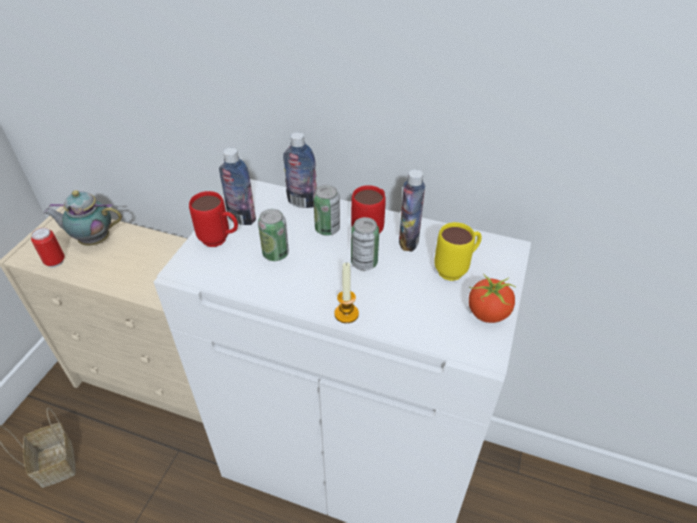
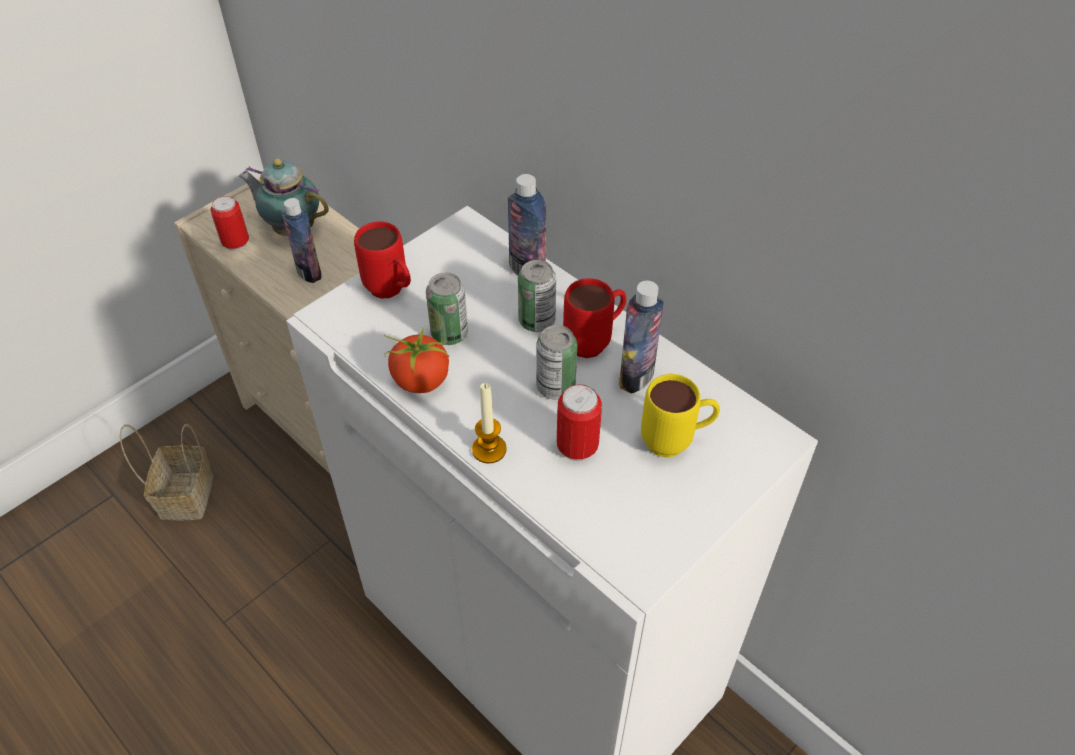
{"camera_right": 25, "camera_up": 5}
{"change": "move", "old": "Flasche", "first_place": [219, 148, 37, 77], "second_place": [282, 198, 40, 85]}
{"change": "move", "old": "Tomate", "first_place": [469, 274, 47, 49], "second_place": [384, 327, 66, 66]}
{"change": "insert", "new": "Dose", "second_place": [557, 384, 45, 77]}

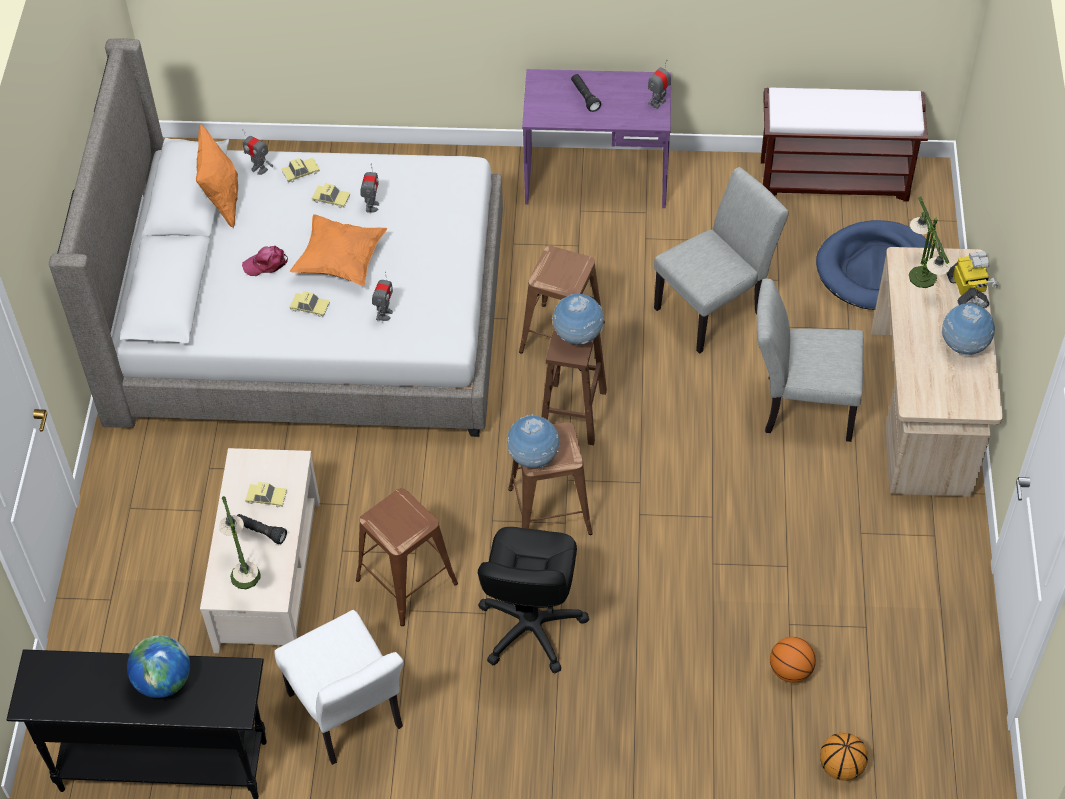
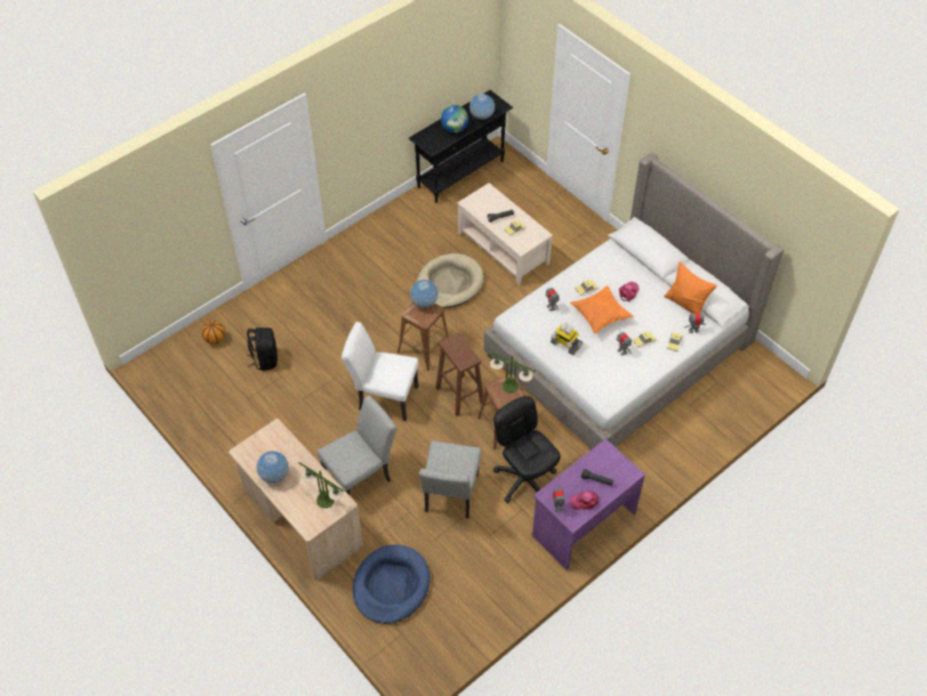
{"camera_right": 135, "camera_up": 0}
{"change": "delete", "old": "Bank (braun)", "first_place": [761, 88, 167, 113]}
{"change": "move", "old": "Spielzeugroboter", "first_place": [946, 251, 52, 57], "second_place": [550, 323, 32, 32]}
{"change": "move", "old": "Globus", "first_place": [552, 294, 52, 51], "second_place": [470, 94, 25, 26]}
{"change": "replace", "old": "Hocker (braun)", "new": "Hundebett (beige)", "first_place": [356, 488, 102, 138], "second_place": [416, 253, 68, 55]}
{"change": "move", "old": "Tischlampe", "first_place": [219, 496, 41, 93], "second_place": [488, 351, 48, 42]}
{"change": "move", "old": "Bürostuhl (schwarz)", "first_place": [478, 527, 111, 146], "second_place": [493, 396, 67, 107]}
{"change": "move", "old": "Stuhl (weiß)", "first_place": [275, 610, 128, 155], "second_place": [341, 322, 77, 99]}
{"change": "replace", "old": "Basketball", "new": "Rucksack (schwarz)", "first_place": [770, 637, 46, 46], "second_place": [247, 328, 31, 43]}
{"change": "insert", "new": "Kappe (rosa)", "second_place": [569, 491, 30, 19]}

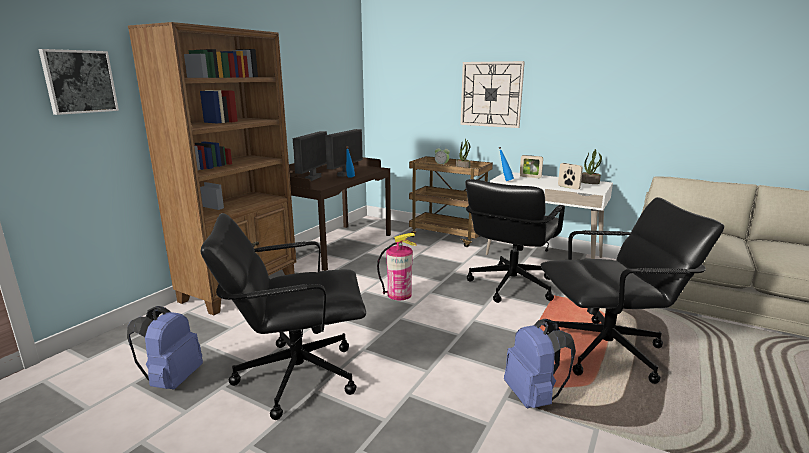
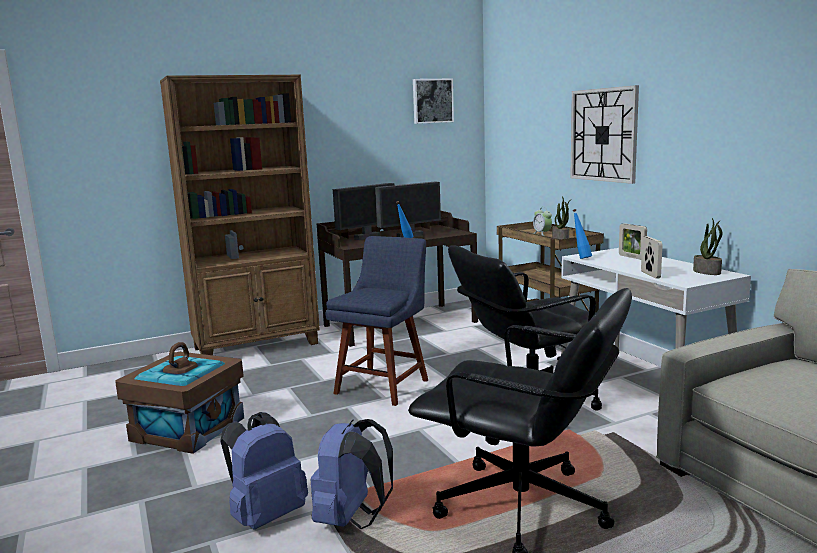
{"camera_right": 35, "camera_up": -5}
{"change": "move", "old": "Bild", "first_place": [39, 49, 80, 66], "second_place": [413, 78, 41, 46]}
{"change": "replace", "old": "Bürostuhl (schwarz)", "new": "Aufbewahrungsbox (braun)", "first_place": [201, 213, 165, 207], "second_place": [115, 342, 129, 112]}
{"change": "replace", "old": "Feuerlöscher", "new": "Stuhl (blau)", "first_place": [377, 233, 40, 67], "second_place": [325, 236, 103, 170]}
{"change": "move", "old": "Rucksack (blau)", "first_place": [127, 306, 76, 84], "second_place": [220, 412, 88, 118]}

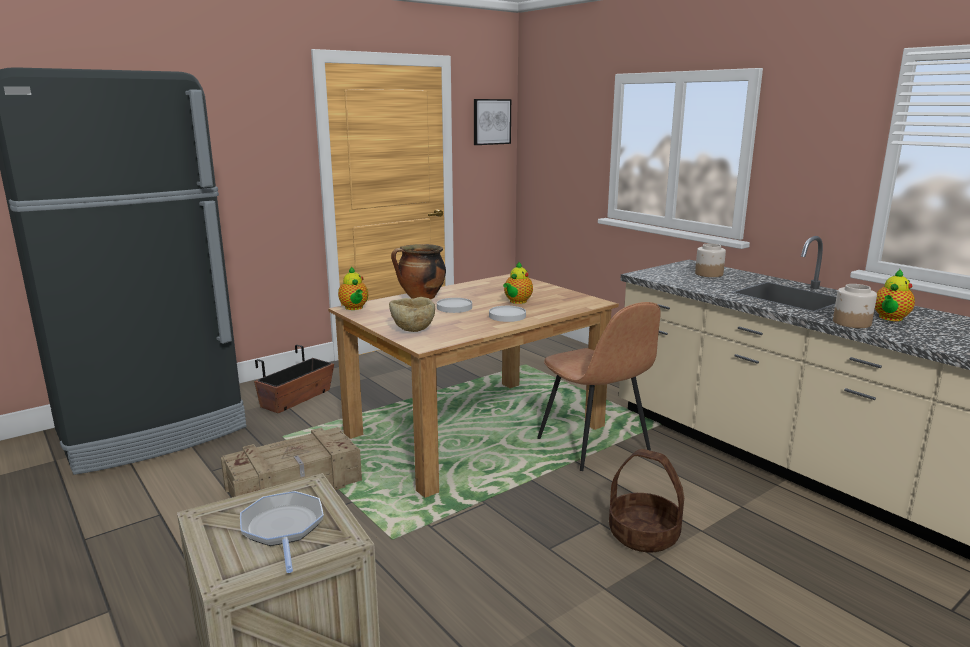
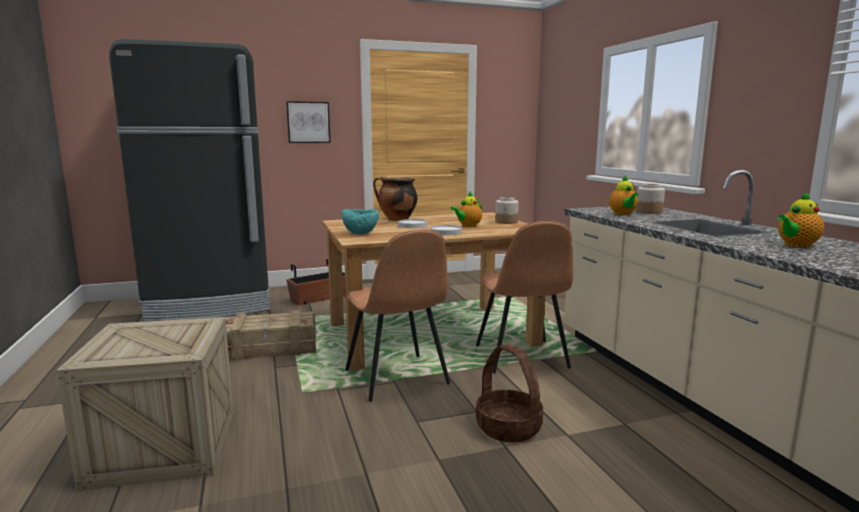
{"camera_right": 20, "camera_up": -5}
{"change": "move", "old": "Bild", "first_place": [474, 99, 37, 46], "second_place": [286, 101, 44, 42]}
{"change": "move", "old": "Teekanne", "first_place": [338, 267, 30, 43], "second_place": [609, 175, 30, 40]}
{"change": "move", "old": "Vorratsglas", "first_place": [833, 284, 44, 44], "second_place": [495, 197, 24, 27]}
{"change": "recolor", "old": "Schüssel (beige)", "new": "Schüssel (türkis)", "first_place": [389, 297, 46, 35], "second_place": [341, 209, 38, 26]}
{"change": "delete", "old": "Pfanne", "first_place": [240, 491, 84, 82]}
{"change": "insert", "new": "Stuhl (braun)", "second_place": [345, 230, 105, 172]}

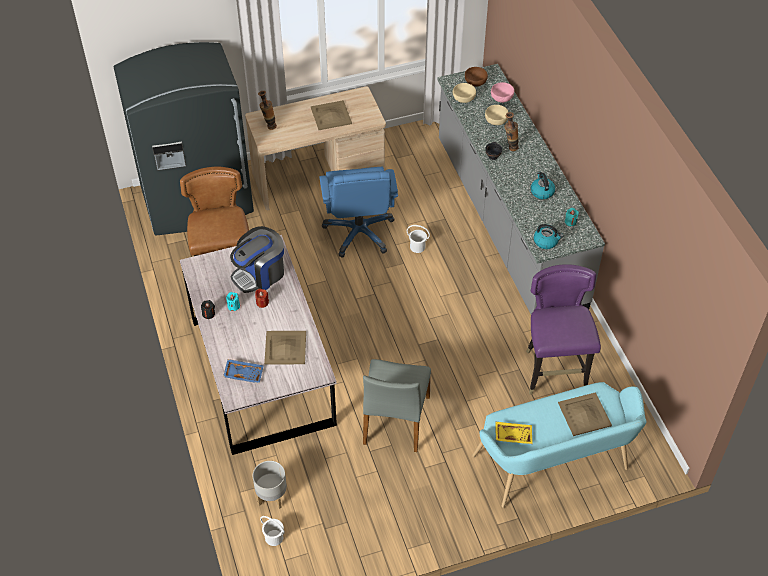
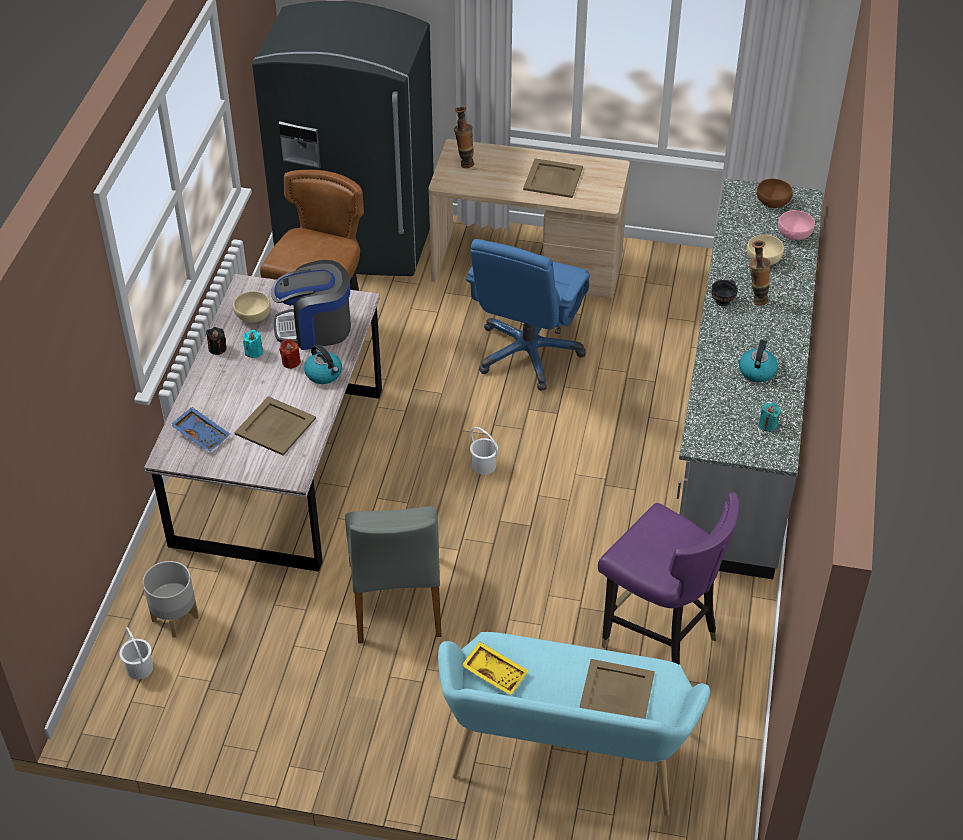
{"camera_right": 30, "camera_up": -5}
{"change": "move", "old": "Schüssel (beige)", "first_place": [453, 83, 23, 20], "second_place": [233, 291, 38, 32]}
{"change": "move", "old": "Wasserkessel", "first_place": [533, 224, 30, 25], "second_place": [304, 344, 38, 40]}
{"change": "move", "old": "Eimer (weiß)", "first_place": [407, 225, 23, 28], "second_place": [470, 427, 28, 48]}
{"change": "rotate", "old": "Stuhl (lila)", "first_place": [526, 264, 75, 131], "second_place": [598, 492, 141, 172], "degrees": 105}
{"change": "rotate", "old": "Stuhl (grau)", "first_place": [363, 359, 68, 93], "second_place": [345, 506, 97, 137], "degrees": -45}

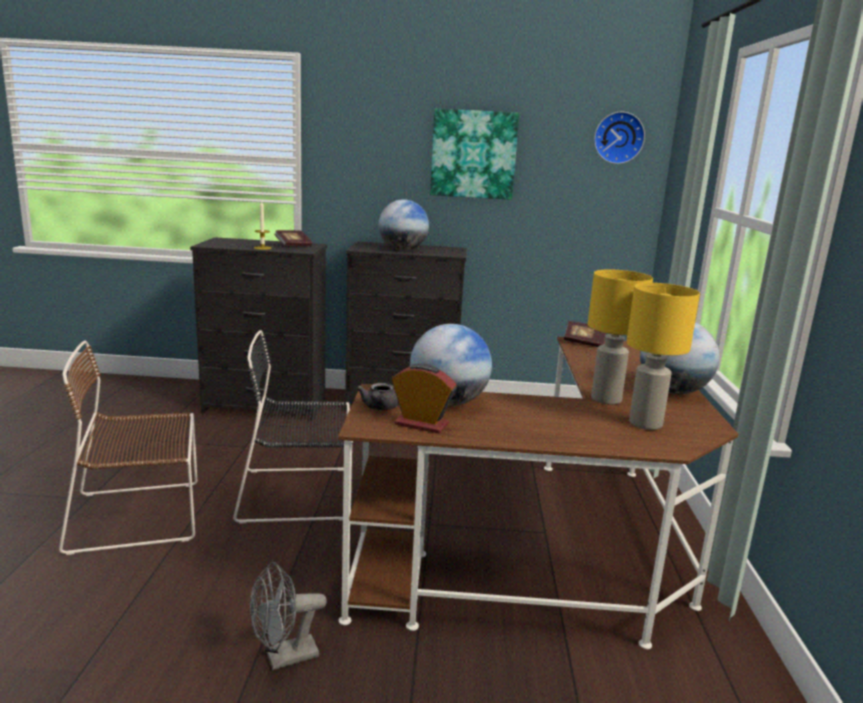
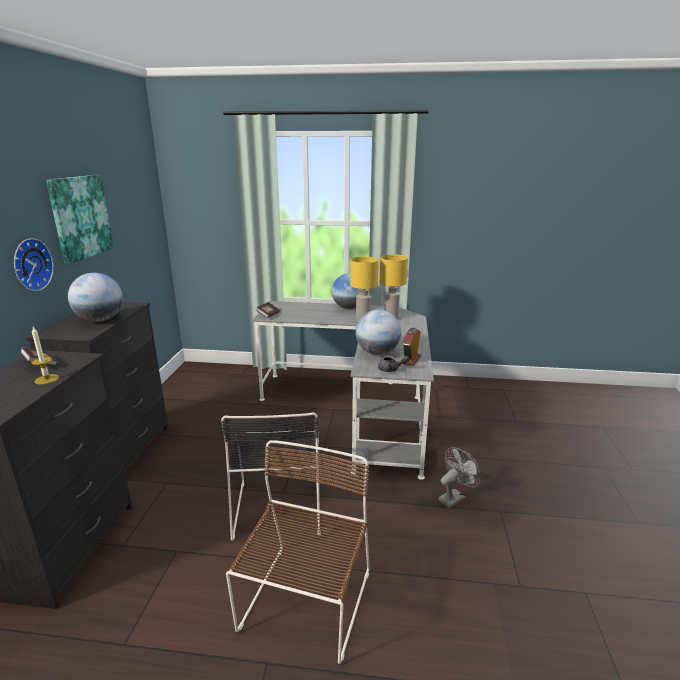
{"camera_right": -85, "camera_up": 5}
{"change": "move", "old": "Wanduhr", "first_place": [594, 112, 51, 52], "second_place": [14, 238, 40, 53]}
{"change": "recolor", "old": "Schreibtisch (braun)", "new": "Schreibtisch (grau)", "first_place": [338, 337, 400, 312], "second_place": [252, 301, 182, 179]}
{"change": "rotate", "old": "Stuhl (braun)", "first_place": [59, 341, 138, 214], "second_place": [226, 440, 144, 224], "degrees": -150}
{"change": "rotate", "old": "Ventilator (grau)", "first_place": [250, 562, 77, 108], "second_place": [438, 447, 43, 61], "degrees": -105}

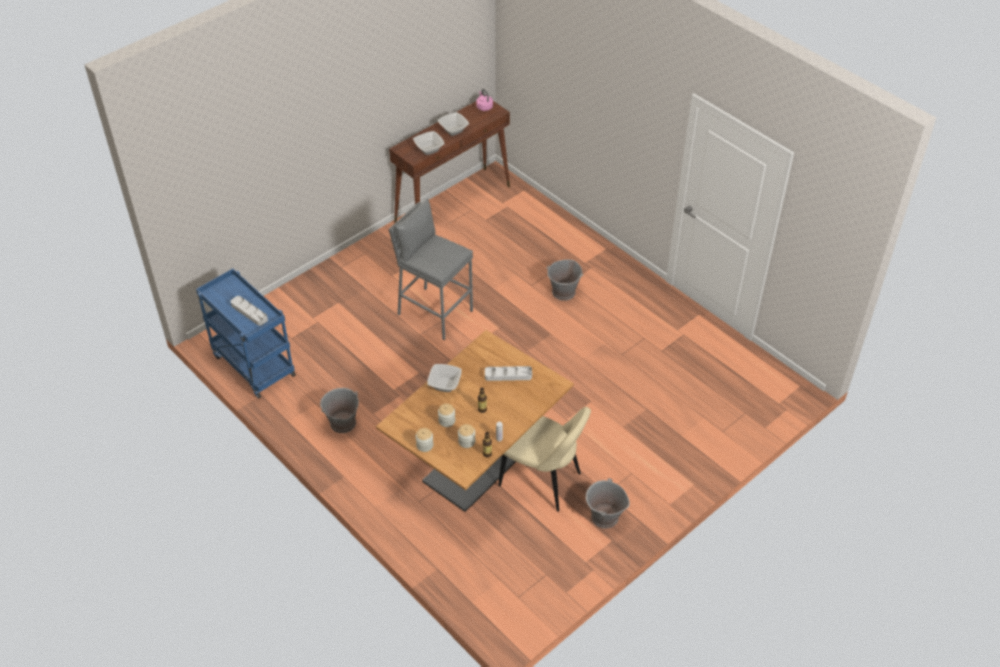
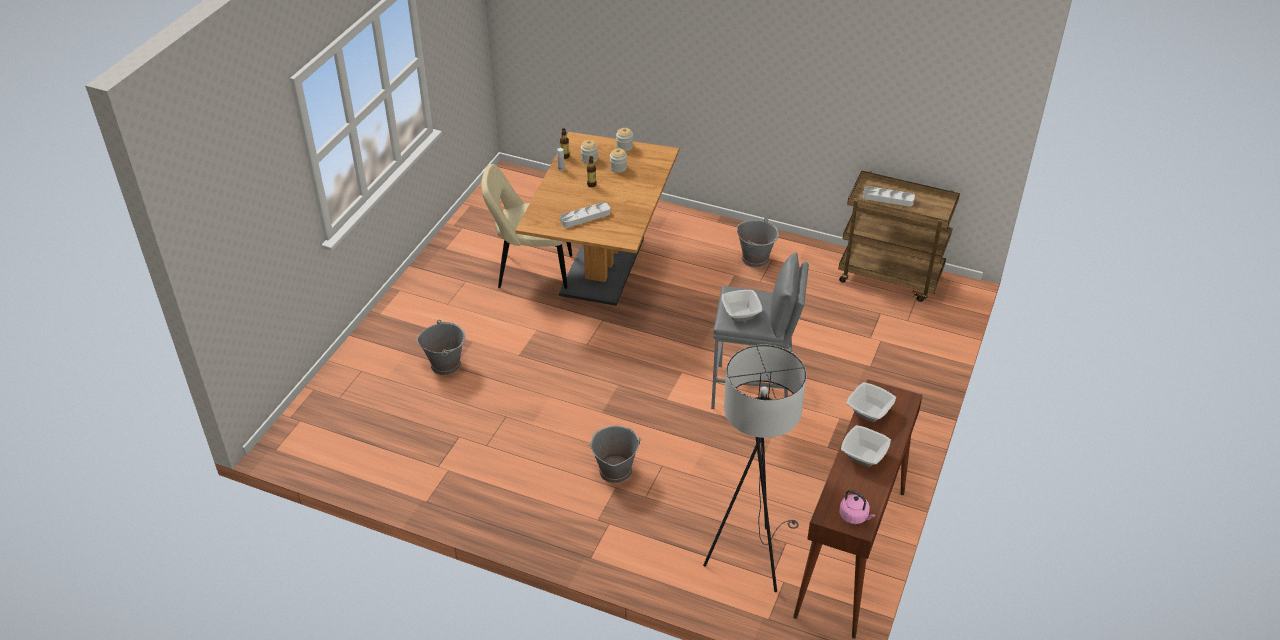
{"camera_right": 155, "camera_up": -5}
{"change": "recolor", "old": "Rollwagen (blau)", "new": "Rollwagen (braun)", "first_place": [196, 268, 100, 131], "second_place": [838, 171, 122, 131]}
{"change": "move", "old": "Schüssel", "first_place": [427, 364, 34, 28], "second_place": [722, 290, 40, 31]}
{"change": "move", "old": "Eimer (grau)", "first_place": [586, 478, 44, 51], "second_place": [417, 320, 49, 55]}
{"change": "insert", "new": "Stehlampe (grau)", "second_place": [703, 345, 104, 247]}

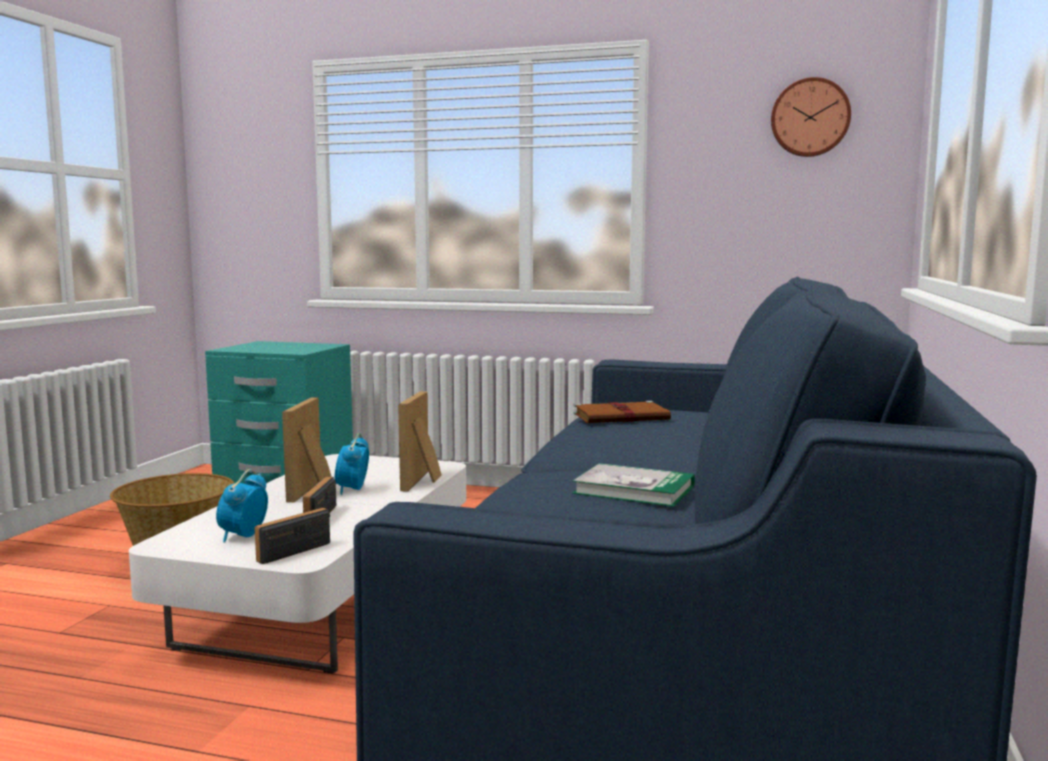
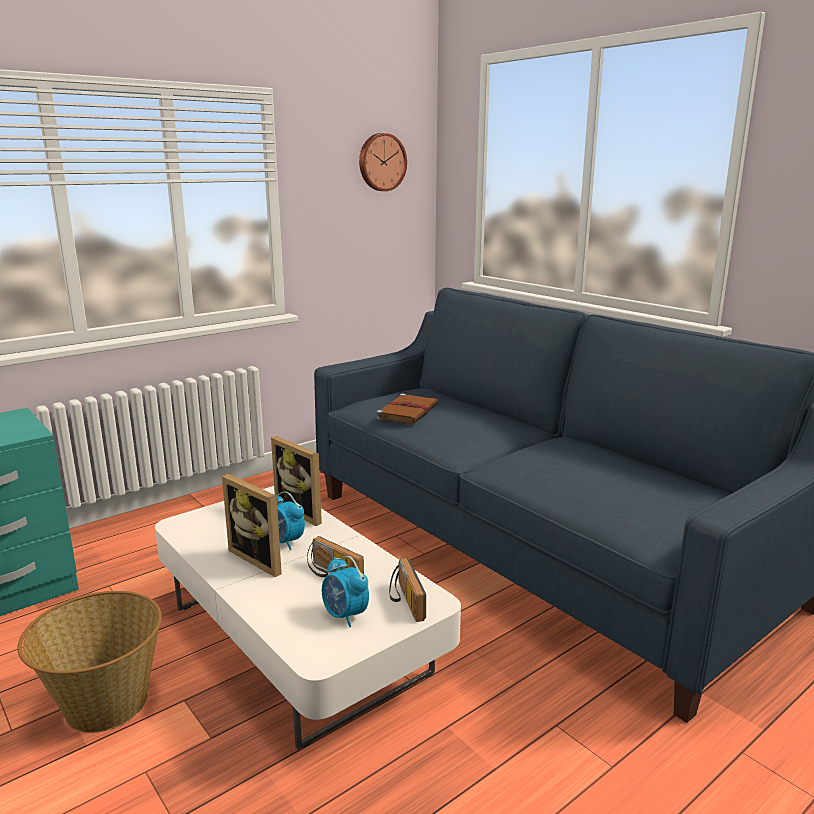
{"camera_right": -55, "camera_up": 10}
{"change": "delete", "old": "Buch", "first_place": [572, 463, 123, 44]}

